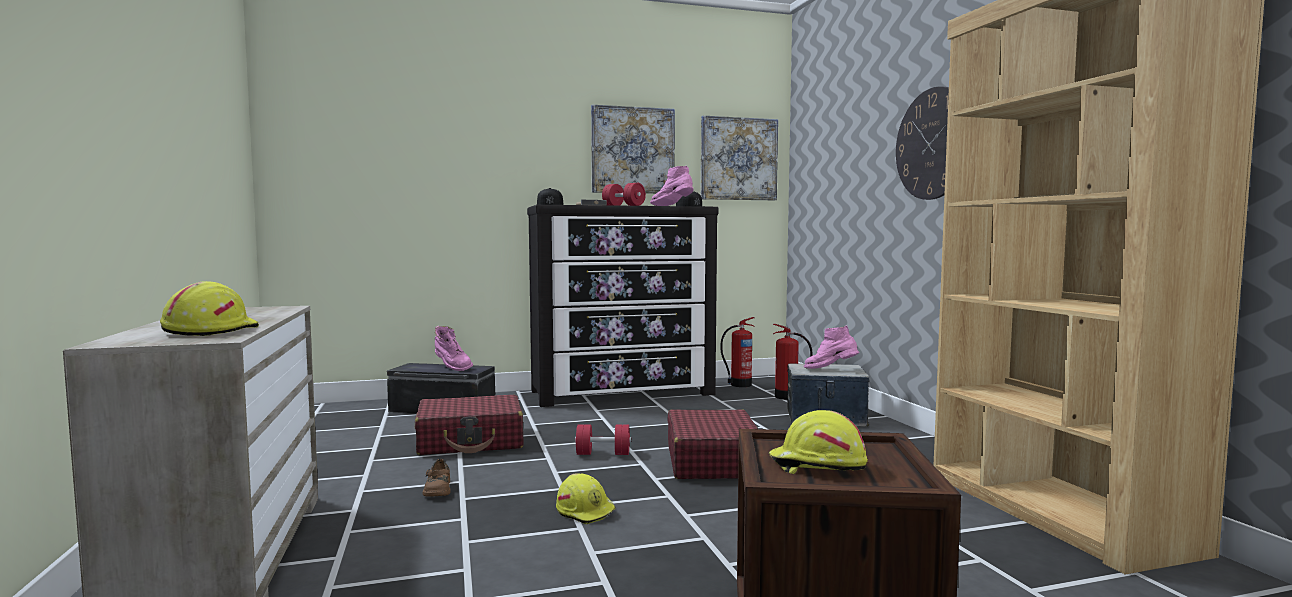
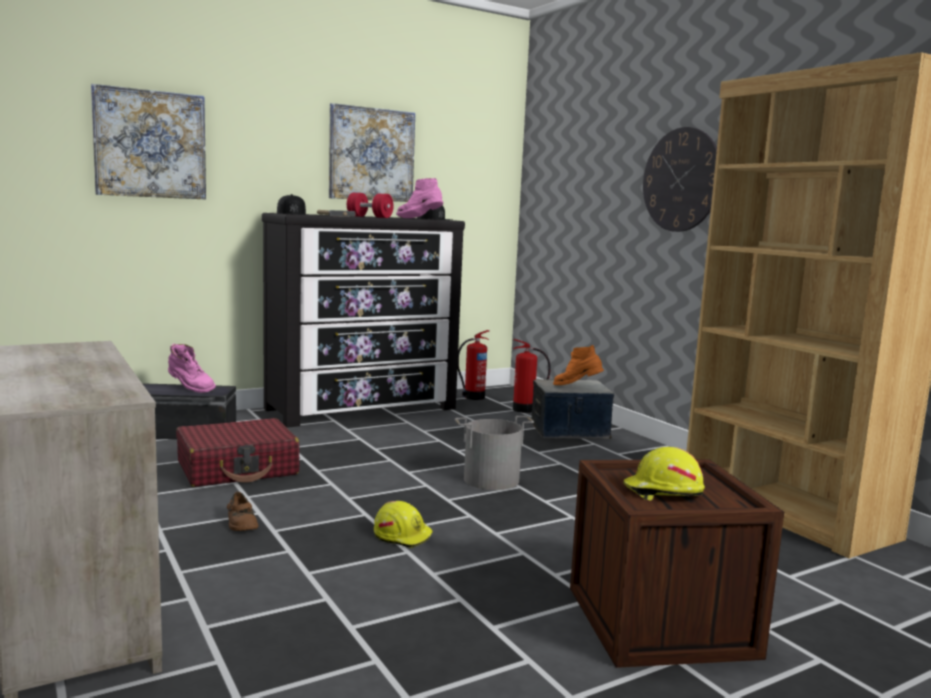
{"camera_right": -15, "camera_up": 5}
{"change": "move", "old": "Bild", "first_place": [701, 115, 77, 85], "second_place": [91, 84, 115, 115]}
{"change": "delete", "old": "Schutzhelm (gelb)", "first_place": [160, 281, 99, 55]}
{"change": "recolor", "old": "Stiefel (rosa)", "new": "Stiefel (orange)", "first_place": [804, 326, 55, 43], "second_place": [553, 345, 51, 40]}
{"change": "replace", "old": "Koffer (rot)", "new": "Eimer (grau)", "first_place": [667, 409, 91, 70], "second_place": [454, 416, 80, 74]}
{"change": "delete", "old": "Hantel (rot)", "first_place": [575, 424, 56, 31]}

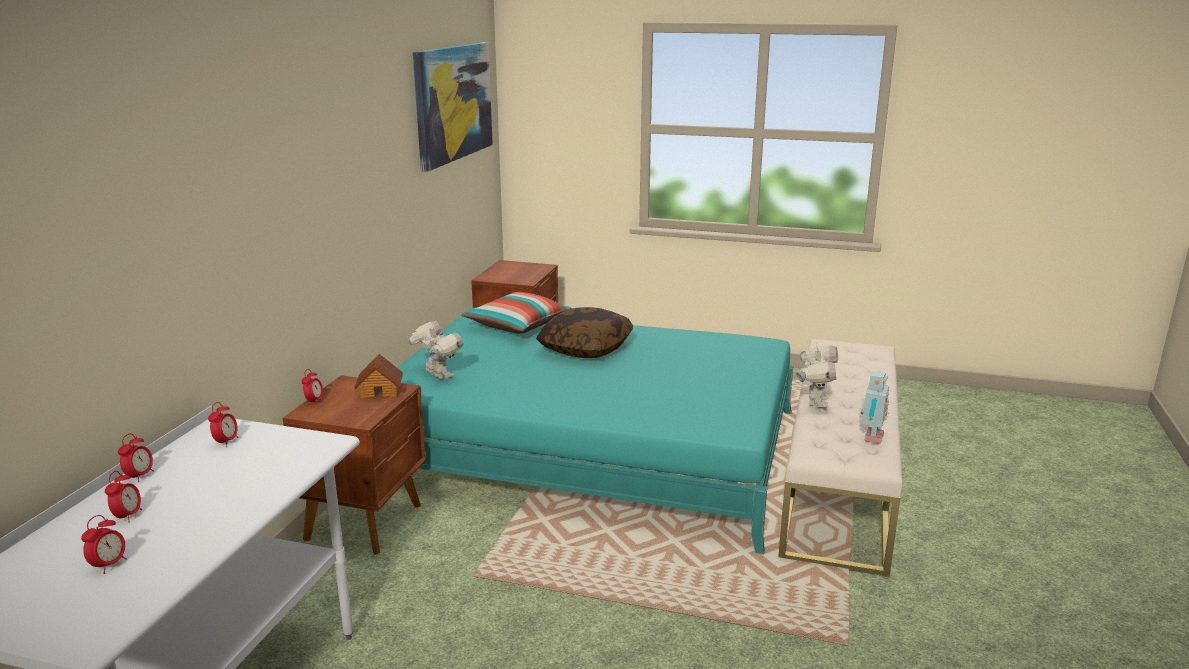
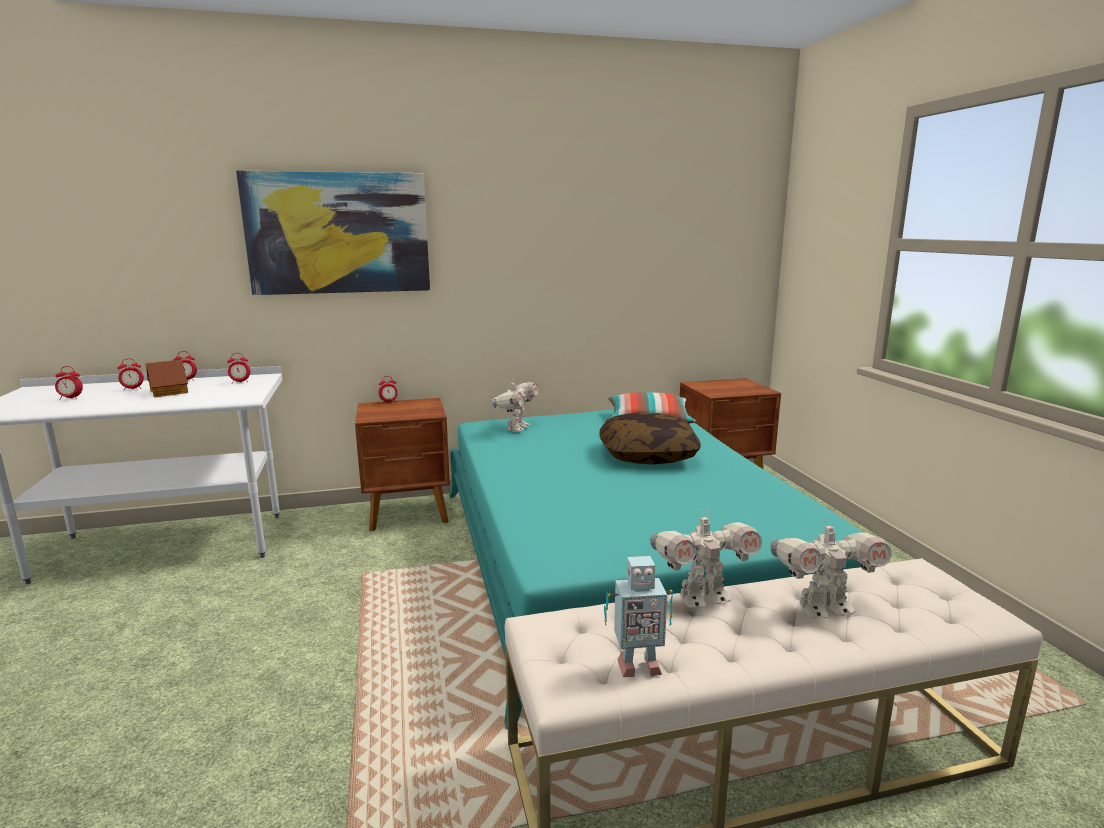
{"camera_right": 60, "camera_up": -5}
{"change": "move", "old": "Bild", "first_place": [413, 42, 80, 130], "second_place": [236, 171, 194, 124]}
{"change": "move", "old": "Spielzeughaus", "first_place": [354, 353, 49, 46], "second_place": [145, 360, 43, 37]}
{"change": "insert", "new": "Spielzeugroboter", "second_place": [770, 517, 122, 101]}

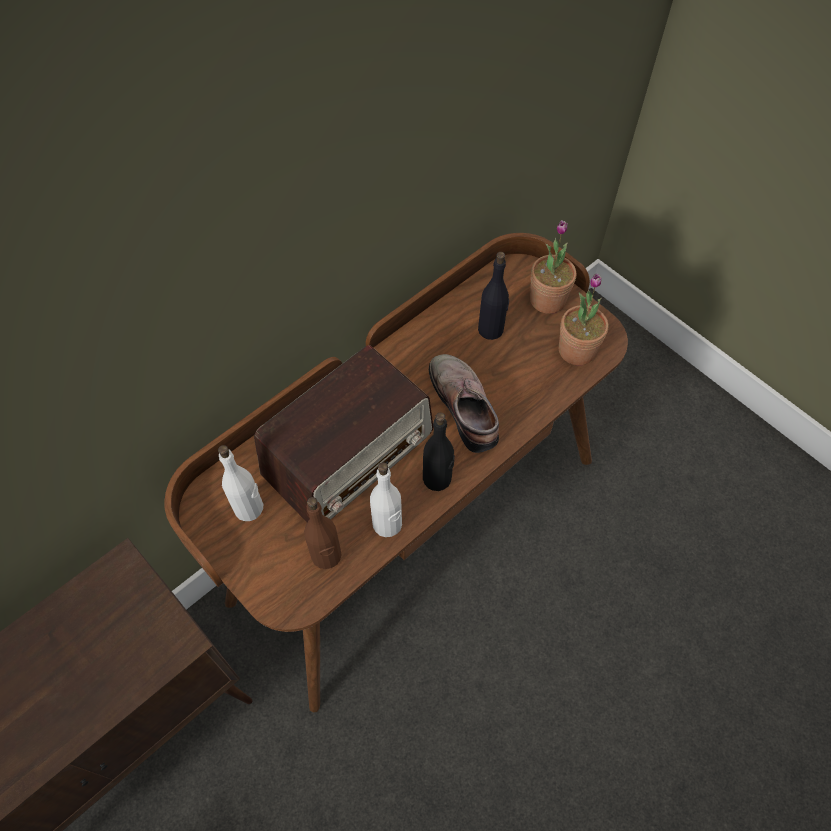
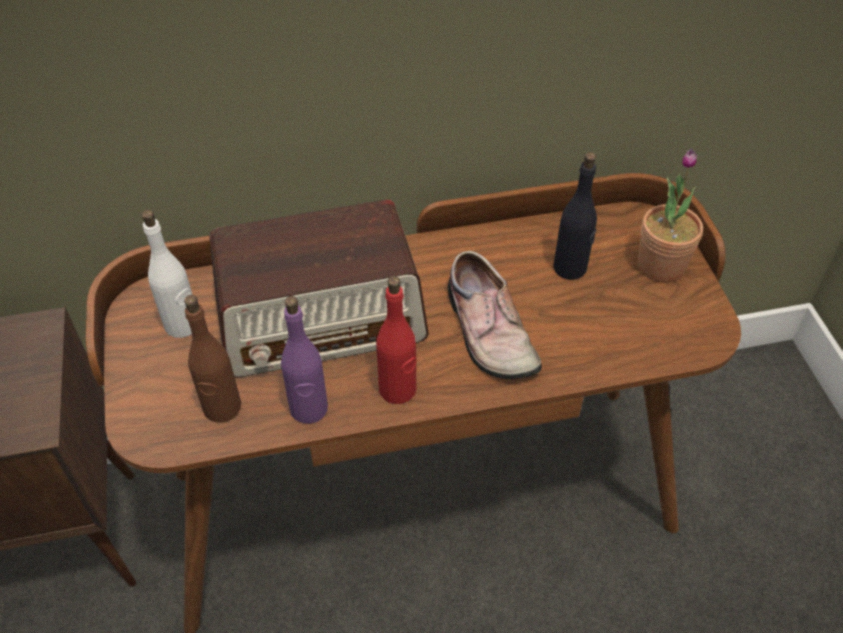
{"camera_right": 30, "camera_up": -10}
{"change": "delete", "old": "Topfpflanze", "first_place": [559, 273, 49, 92]}
{"change": "rotate", "old": "Schuh", "first_place": [429, 354, 70, 99], "second_place": [448, 251, 94, 128], "degrees": 150}
{"change": "recolor", "old": "Flasche (schwarz)", "new": "Flasche (rot)", "first_place": [423, 412, 32, 79], "second_place": [376, 276, 41, 128]}
{"change": "recolor", "old": "Flasche (weiß)", "new": "Flasche (lila)", "first_place": [370, 462, 32, 75], "second_place": [281, 296, 47, 128]}

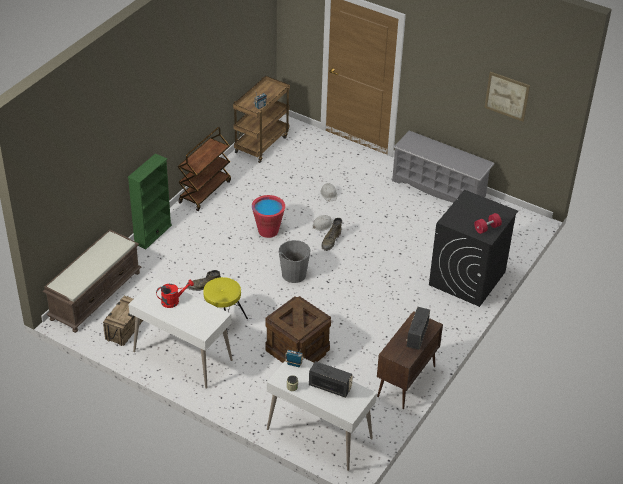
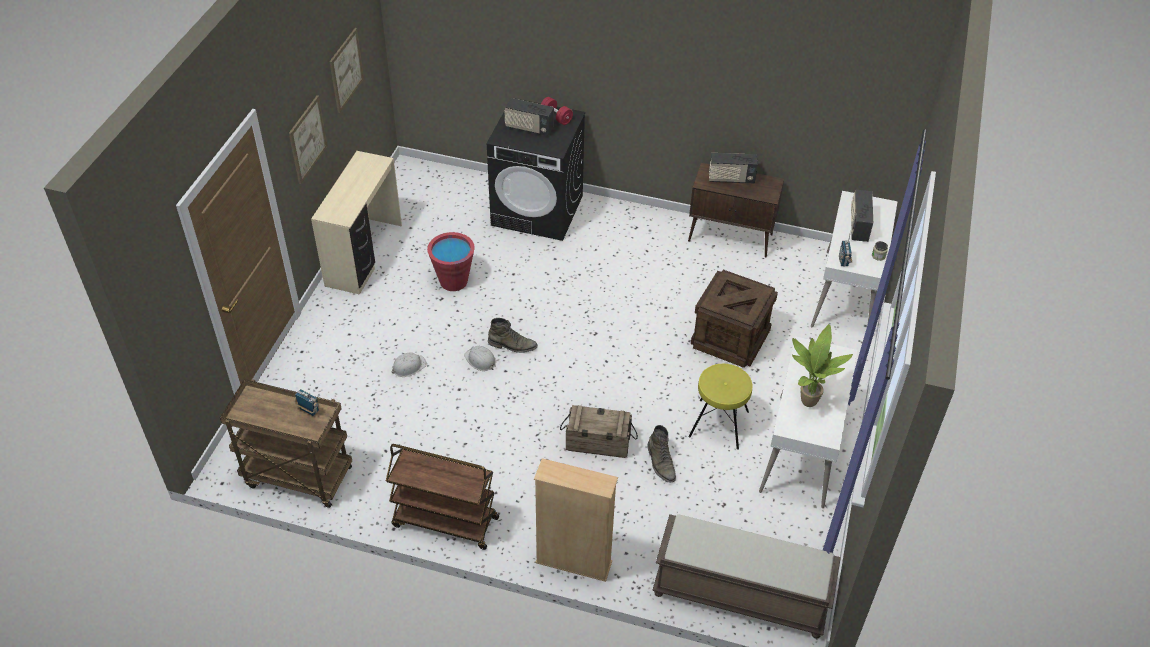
{"camera_right": -105, "camera_up": 5}
{"change": "replace", "old": "Schuhregal (grau)", "new": "Schreibtisch (beige)", "first_place": [392, 131, 103, 72], "second_place": [311, 151, 91, 143]}
{"change": "recolor", "old": "Bücherregal (grün)", "new": "Bücherregal (beige)", "first_place": [128, 153, 44, 96], "second_place": [534, 458, 84, 124]}
{"change": "move", "old": "Eimer (rot)", "first_place": [252, 195, 33, 43], "second_place": [427, 232, 48, 59]}
{"change": "delete", "old": "Eimer (grau)", "first_place": [279, 240, 32, 43]}
{"change": "replace", "old": "Gießkanne (rot)", "new": "Topfpflanze", "first_place": [156, 279, 38, 29], "second_place": [792, 324, 61, 83]}
{"change": "move", "old": "Kiste", "first_place": [103, 296, 40, 50], "second_place": [560, 405, 78, 53]}
{"change": "insert", "new": "Bild", "second_place": [289, 95, 39, 89]}
{"change": "insert", "new": "Radio", "second_place": [505, 98, 49, 38]}

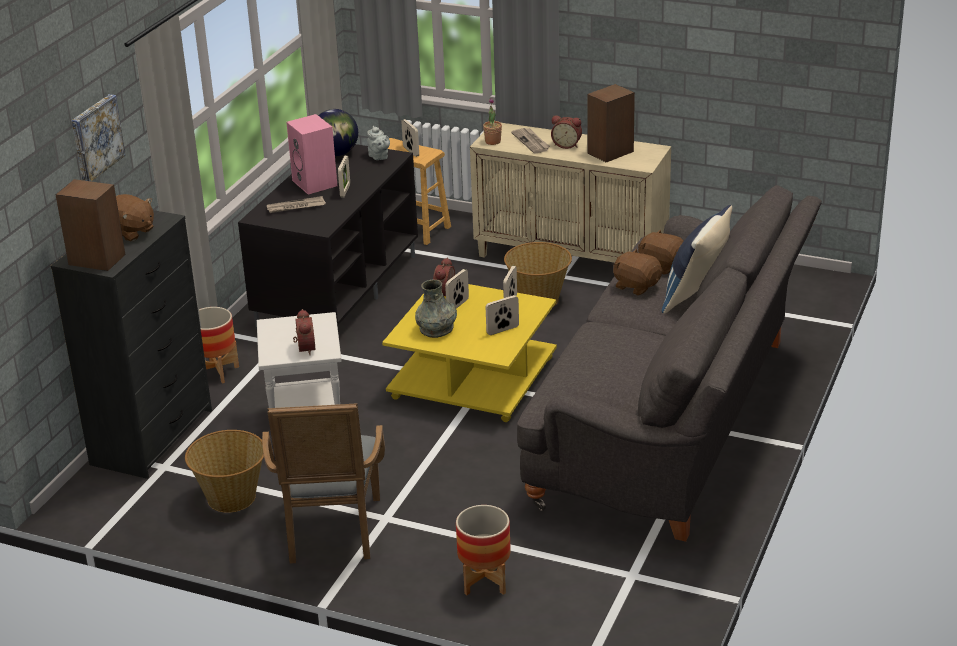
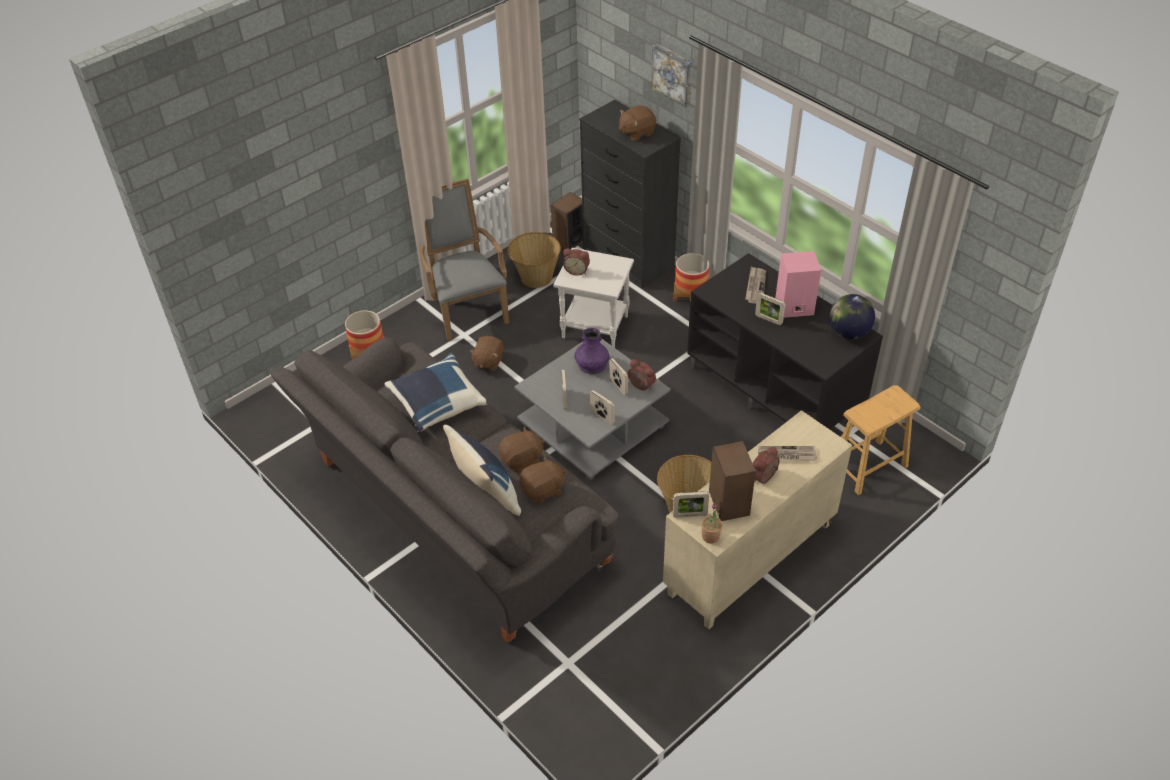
{"camera_right": 115, "camera_up": 15}
{"change": "move", "old": "Topfpflanze", "first_place": [483, 98, 19, 47], "second_place": [701, 503, 21, 41]}
{"change": "move", "old": "Bilderrahmen", "first_place": [401, 119, 18, 38], "second_place": [673, 491, 36, 27]}
{"change": "delete", "old": "Teekanne (grau)", "first_place": [367, 126, 23, 34]}
{"change": "move", "old": "Lautsprecher", "first_place": [56, 179, 69, 92], "second_place": [551, 192, 32, 58]}
{"change": "recolor", "old": "Vase (grau)", "new": "Vase (lila)", "first_place": [415, 280, 42, 58], "second_place": [574, 328, 36, 46]}
{"change": "recolor", "old": "Couchtisch (gelb)", "new": "Couchtisch (grau)", "first_place": [382, 284, 175, 138], "second_place": [514, 339, 157, 141]}
{"change": "rotate", "old": "Sessel (grau)", "first_place": [262, 403, 123, 160], "second_place": [420, 178, 89, 163], "degrees": 45}
{"change": "insert", "new": "Plüschtier (braun)", "second_place": [470, 336, 34, 35]}
{"change": "insert", "new": "Kissen (blau)", "second_place": [385, 353, 103, 79]}

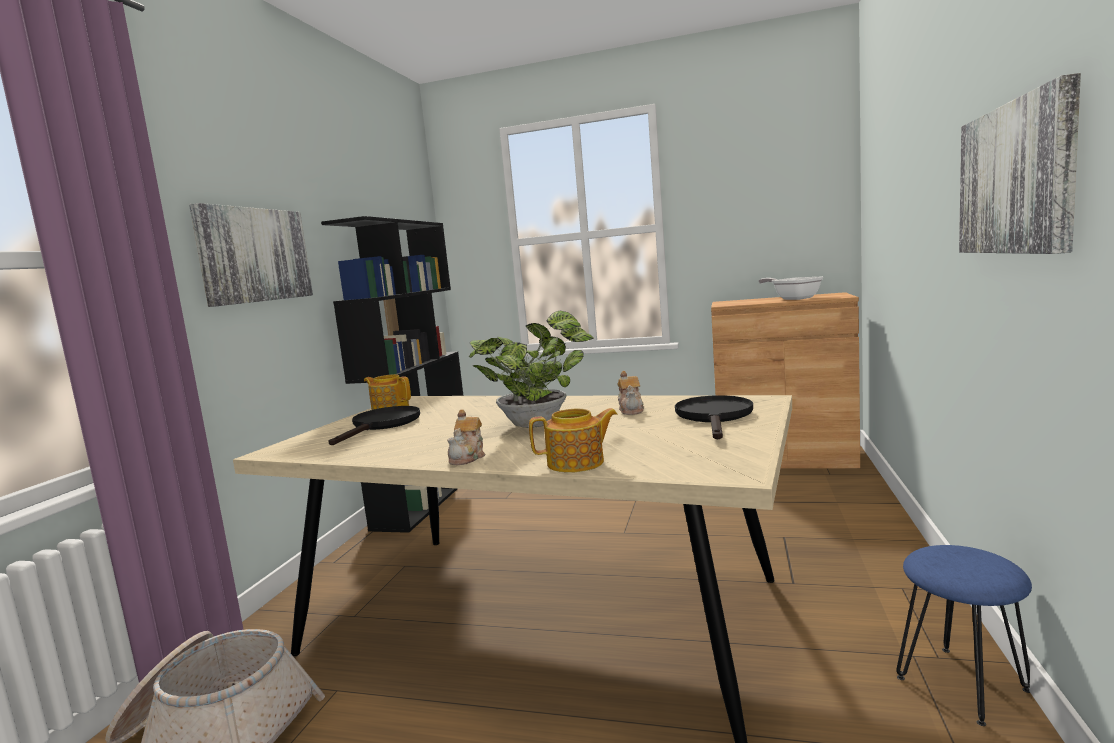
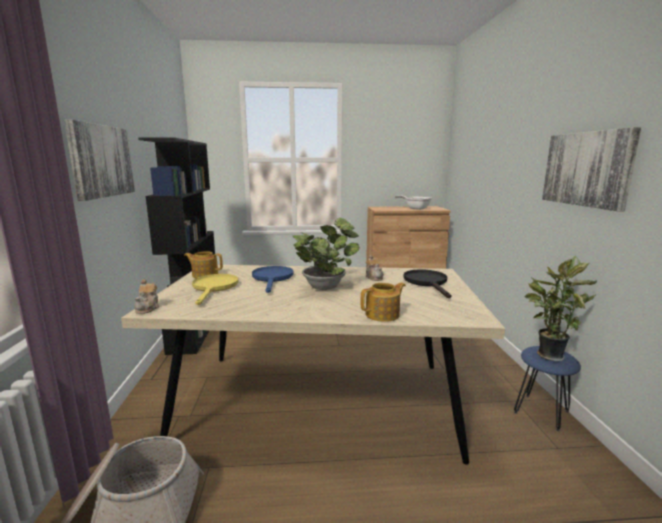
{"camera_right": -20, "camera_up": 5}
{"change": "recolor", "old": "Pfanne (schwarz)", "new": "Pfanne (gelb)", "first_place": [328, 406, 92, 39], "second_place": [192, 274, 46, 31]}
{"change": "move", "old": "Teekanne", "first_place": [447, 409, 38, 56], "second_place": [135, 279, 25, 35]}
{"change": "insert", "new": "Topfpflanze", "second_place": [525, 256, 72, 105]}
{"change": "insert", "new": "Pfanne (blau)", "second_place": [252, 266, 42, 27]}

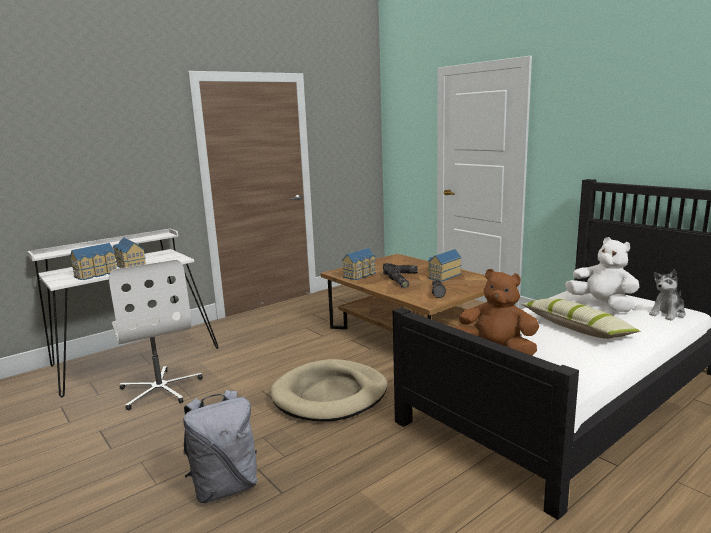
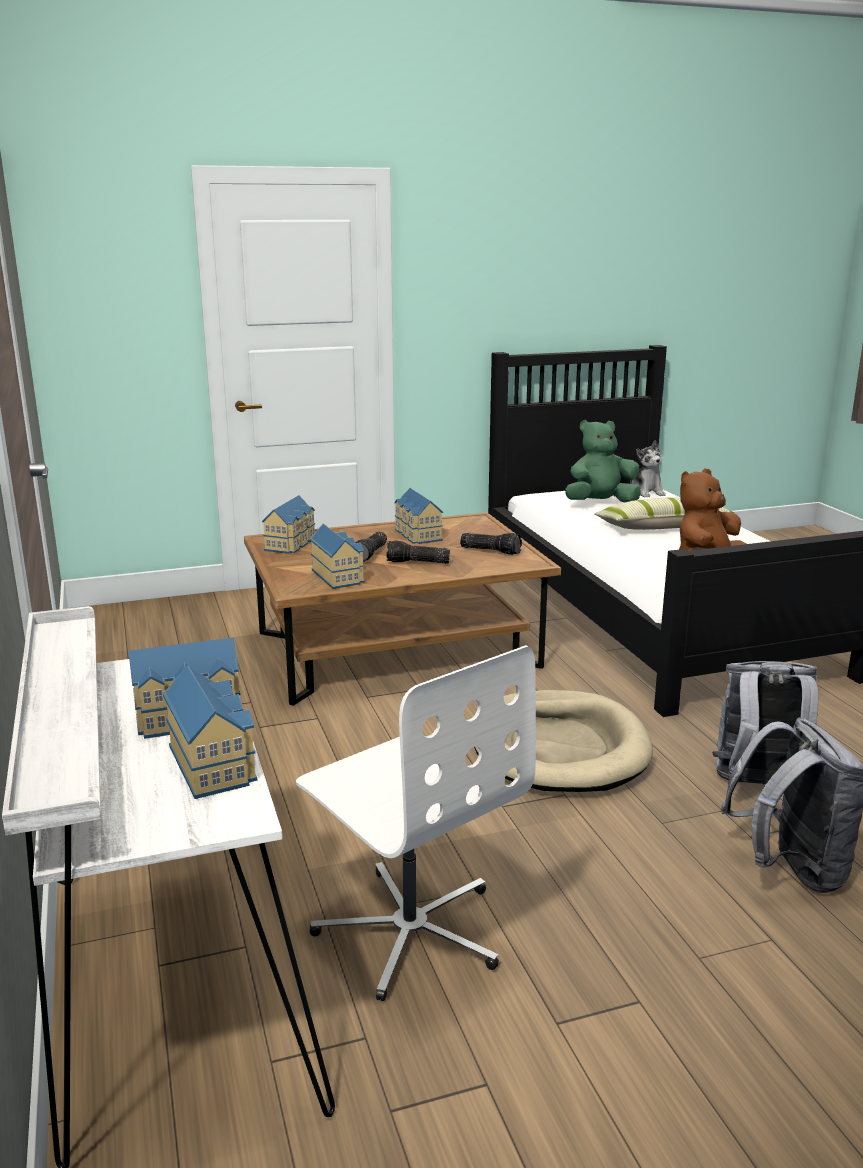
{"camera_right": -70, "camera_up": 5}
{"change": "recolor", "old": "Plüschtier (weiß)", "new": "Plüschtier (grün)", "first_place": [565, 237, 74, 75], "second_place": [565, 420, 76, 82]}
{"change": "rotate", "old": "Bürostuhl (weiß)", "first_place": [109, 260, 94, 150], "second_place": [296, 645, 240, 356], "degrees": 60}
{"change": "insert", "new": "Spielzeughaus", "second_place": [262, 495, 53, 59]}
{"change": "insert", "new": "Rucksack (grau)", "second_place": [712, 661, 106, 123]}

